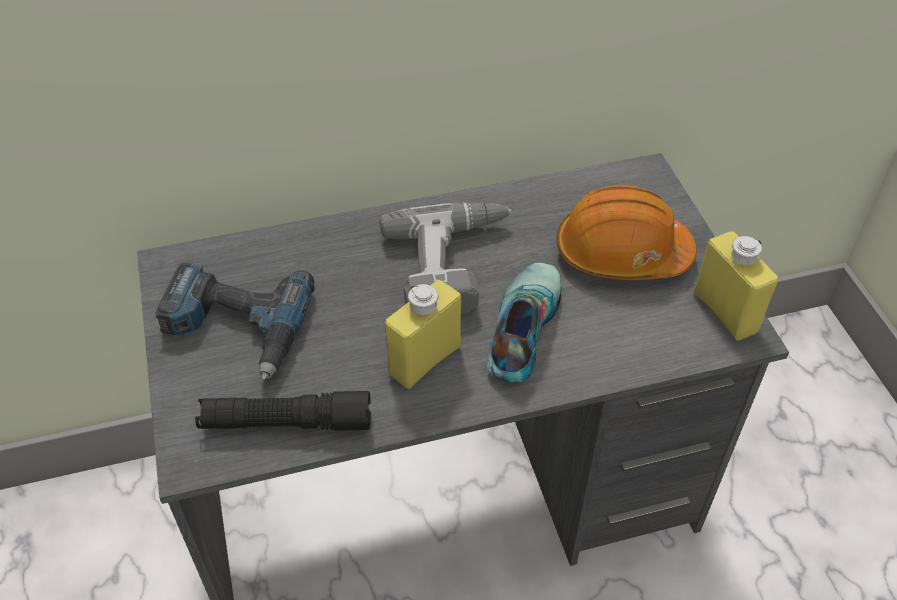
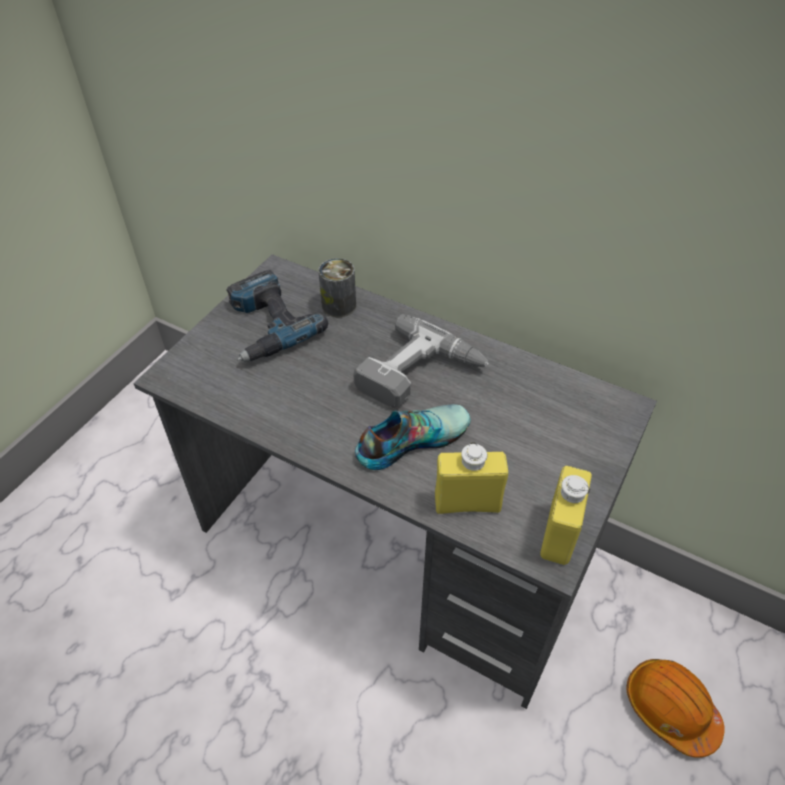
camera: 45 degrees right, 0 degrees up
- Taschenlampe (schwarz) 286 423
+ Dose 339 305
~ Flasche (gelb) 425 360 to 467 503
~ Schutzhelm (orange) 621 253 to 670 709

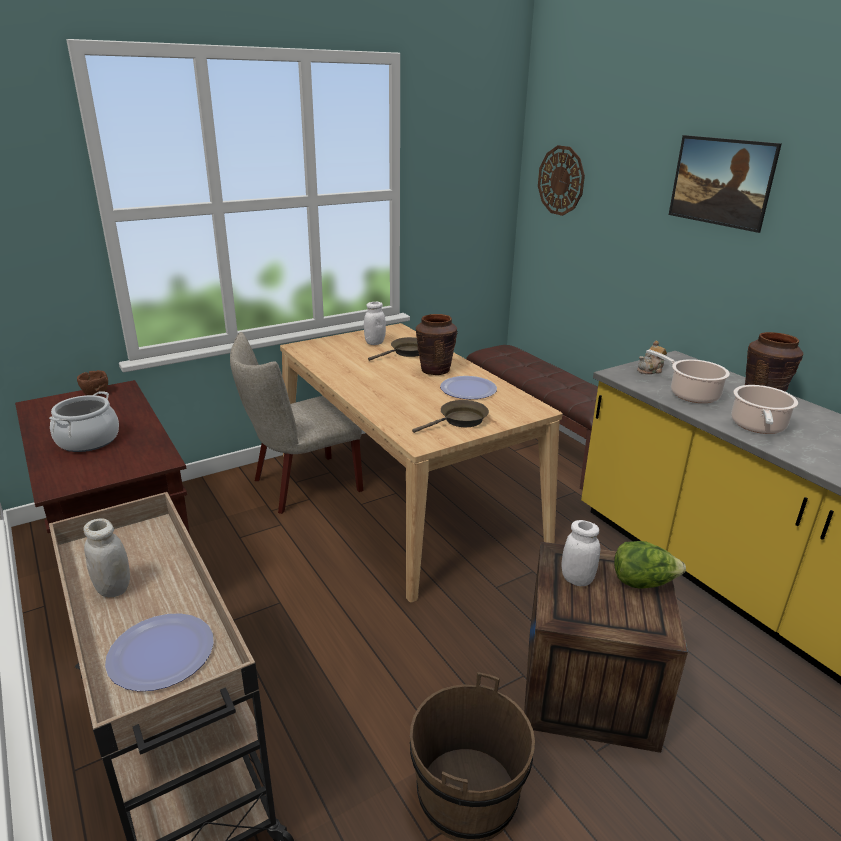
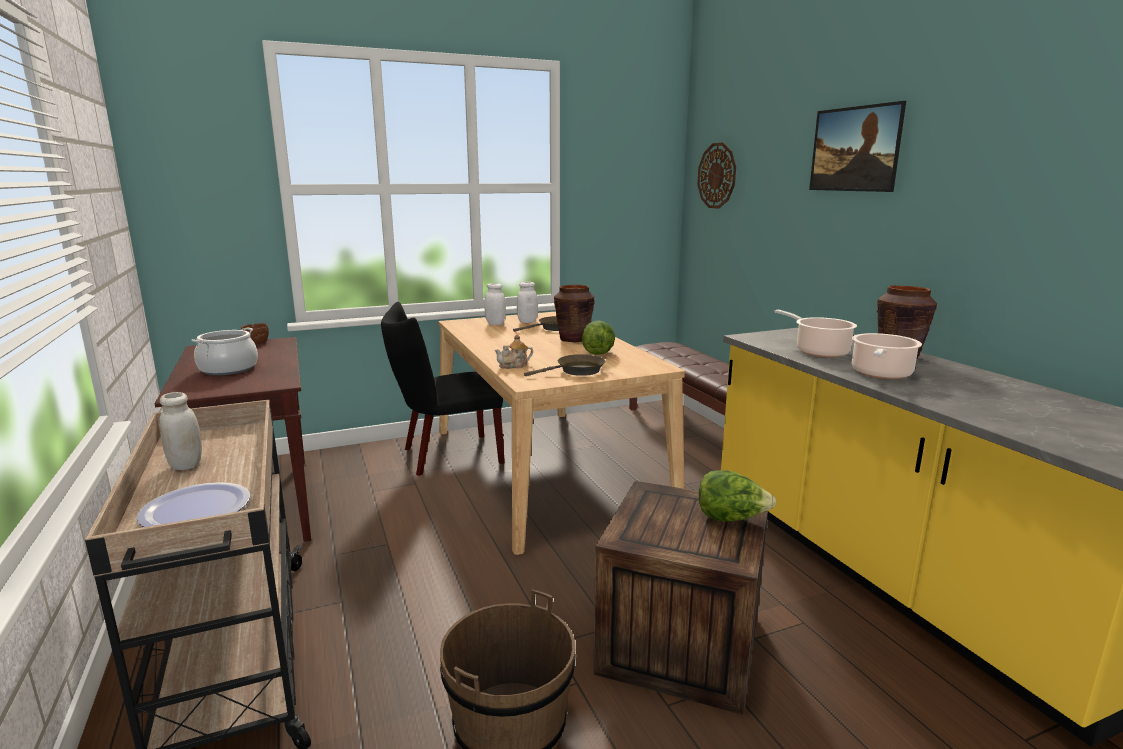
camera: 10 degrees right, 10 degrees down
~ Vorratsglas (weiß) 577 579 to 495 324
~ Teekanne 651 370 to 514 366
~ Teller 468 389 to Salatkopf 598 352
~ Stuhl (beige) 300 486 to Stuhl (schwarz) 446 456

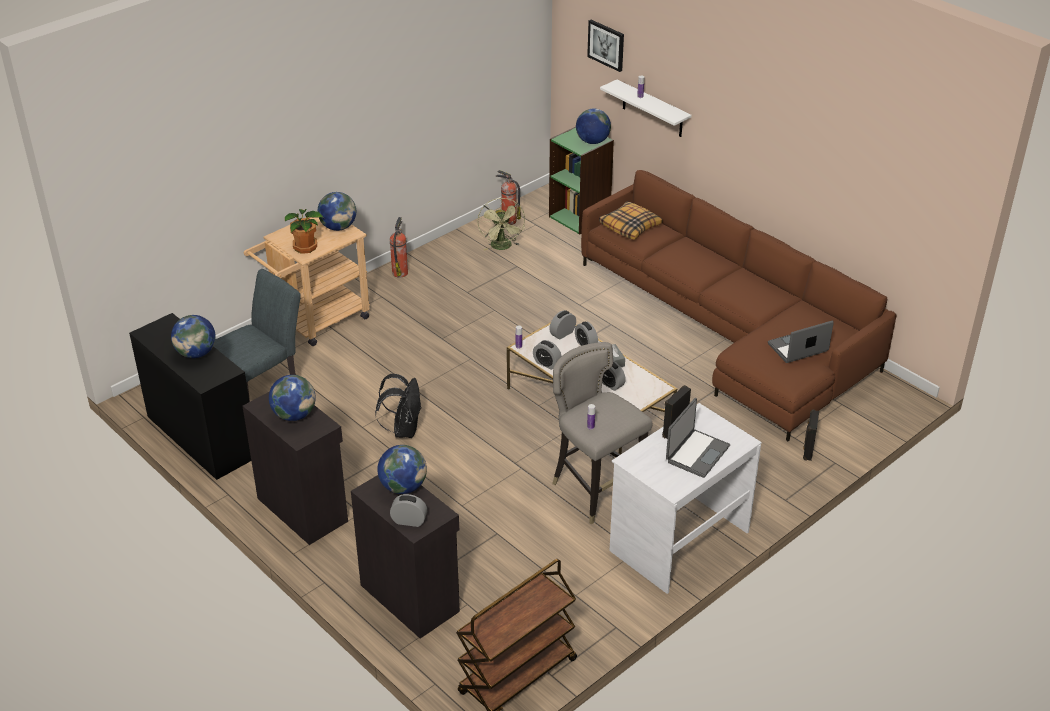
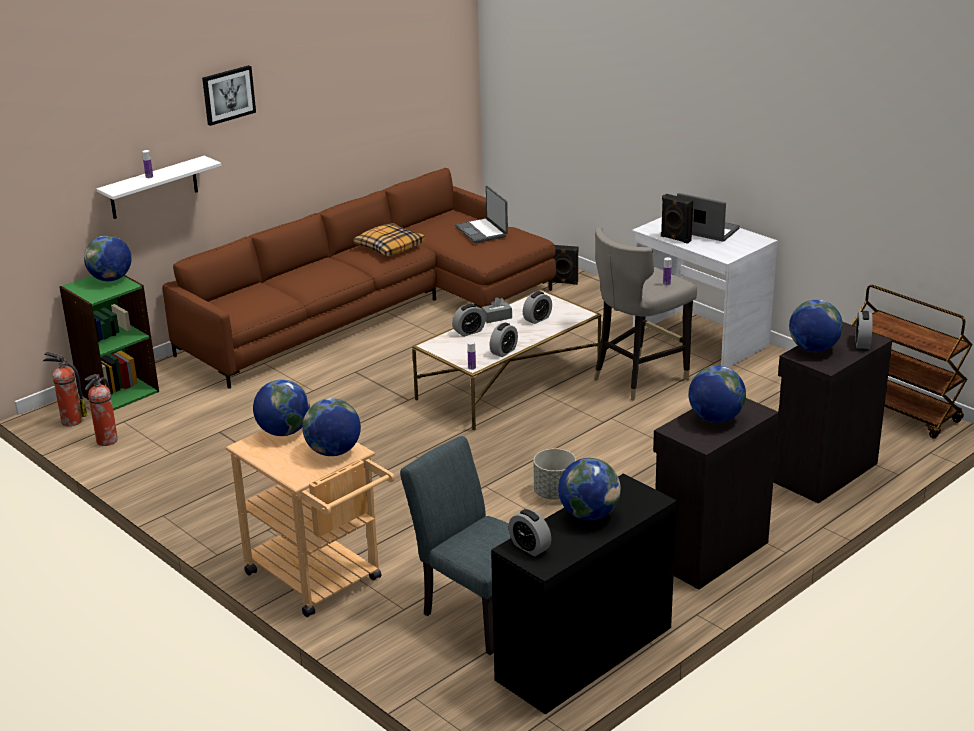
camera: 90 degrees left, 10 degrees down
- Ventilator (grün) 502 247
~ Feuerlöscher 400 272 to 70 421
~ Wecker 562 333 to 530 547
~ Bild 606 45 to 228 94
~ Kissen 630 226 to 389 247
~ Topfpflanze 306 247 to Globus 333 452
~ Rucksack (schwarz) 403 429 to Pflanzkübel (grau) 554 493

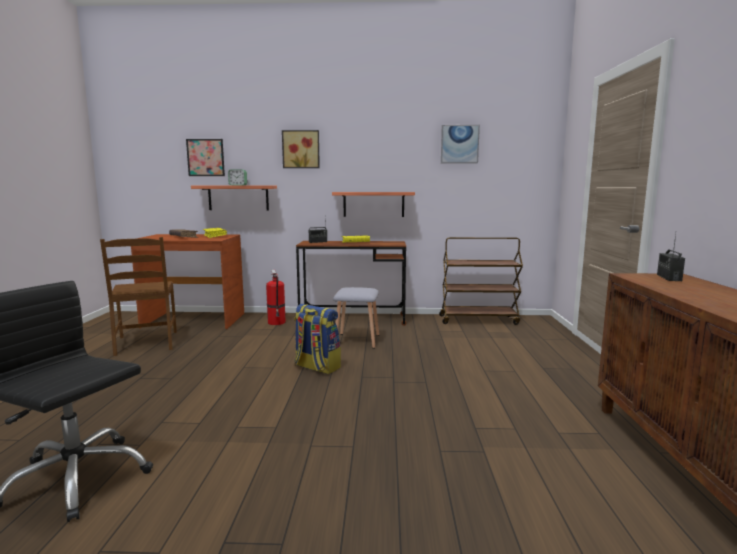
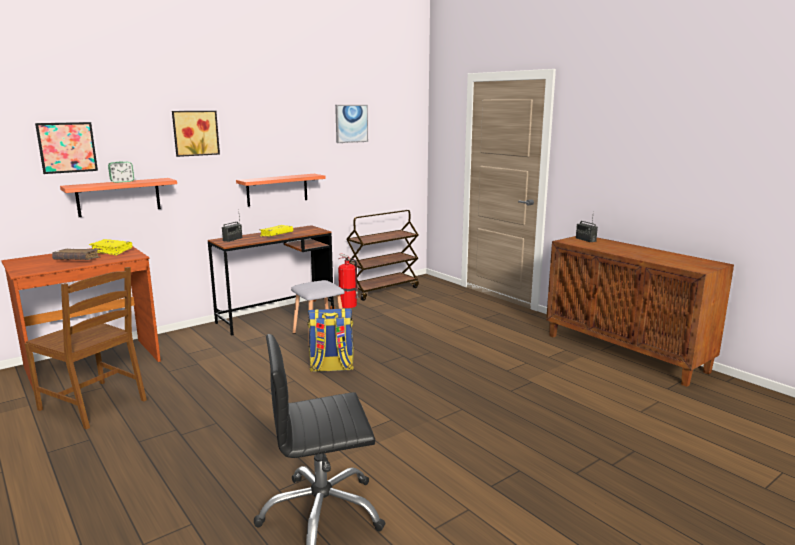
camera: 40 degrees left, 5 degrees up
~ Feuerlöscher 277 322 to 349 305

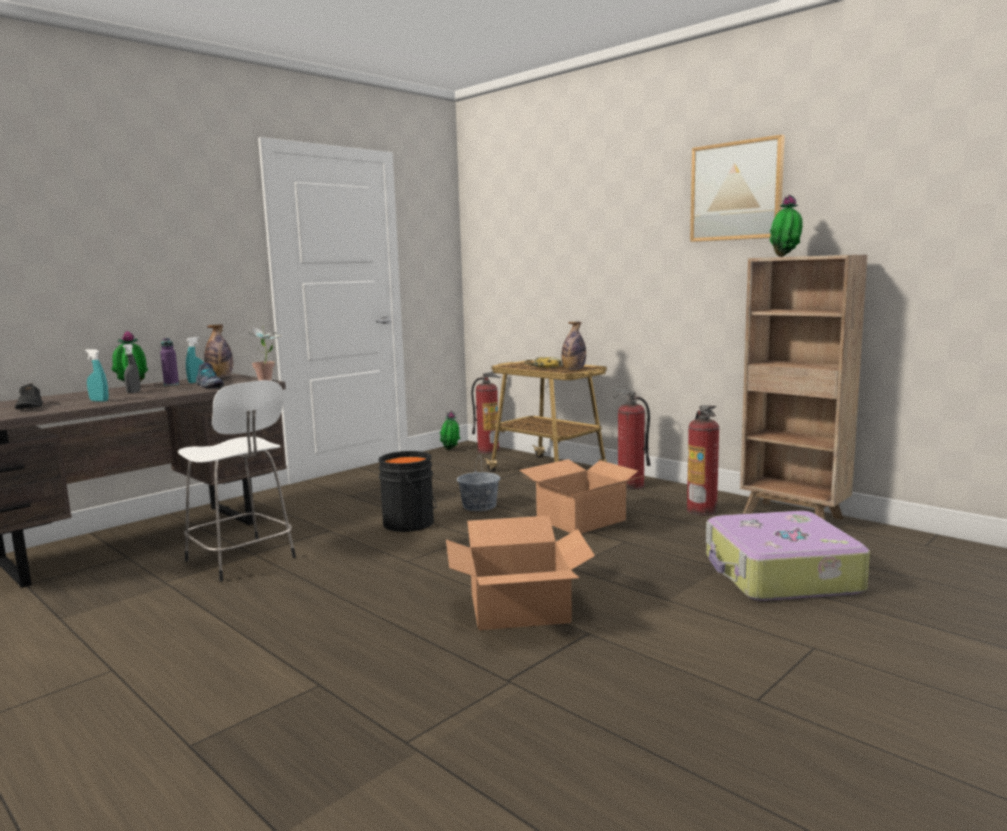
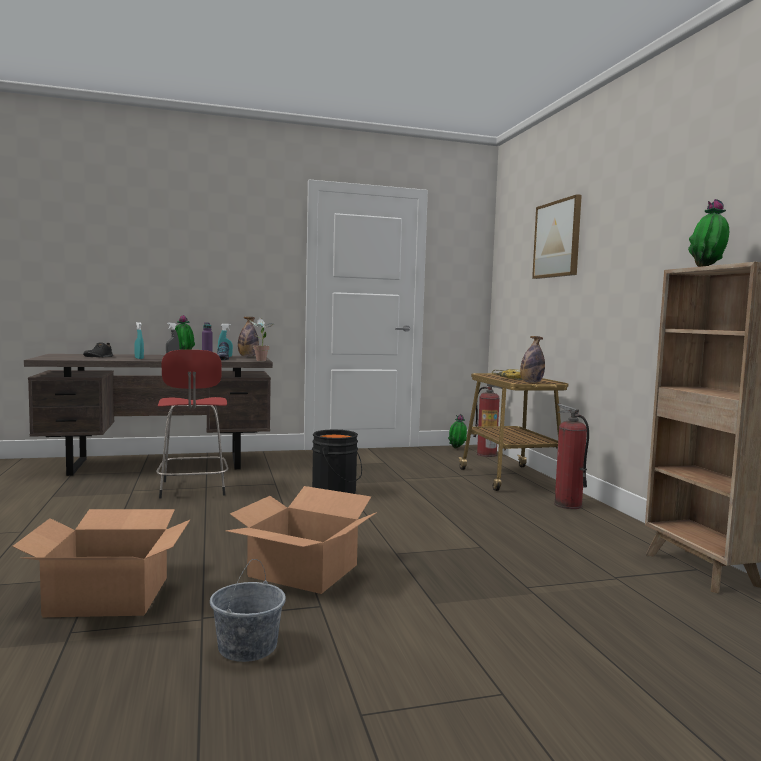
camera: 30 degrees right, 5 degrees down
- Feuerlöscher 702 511
- Koffer 780 575
~ Eimer (grau) 479 506 to 248 646
~ Karton 580 519 to 108 596
~ Bild 736 191 to 557 239
~ Hocker (weiß) 242 560 to Hocker (rot) 193 489

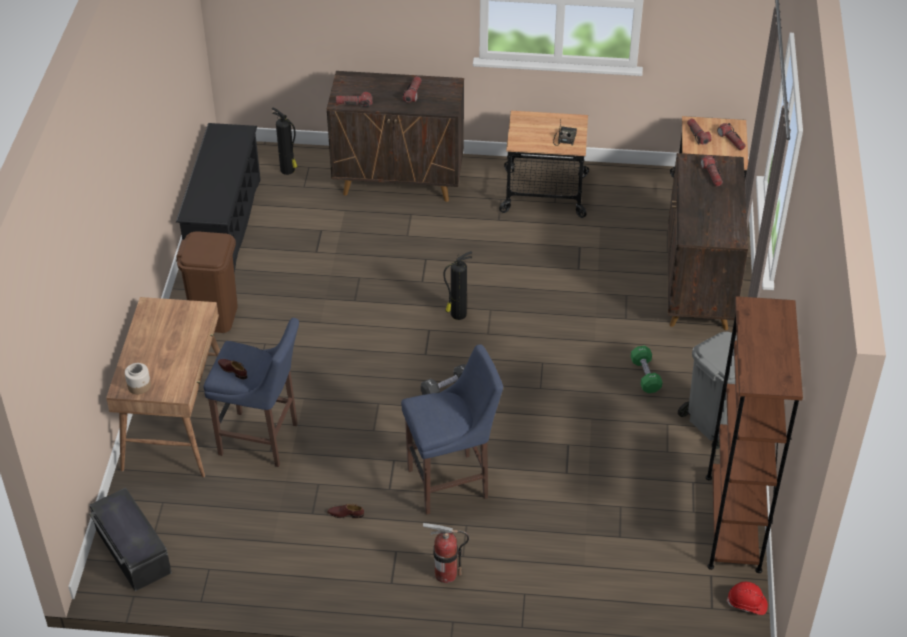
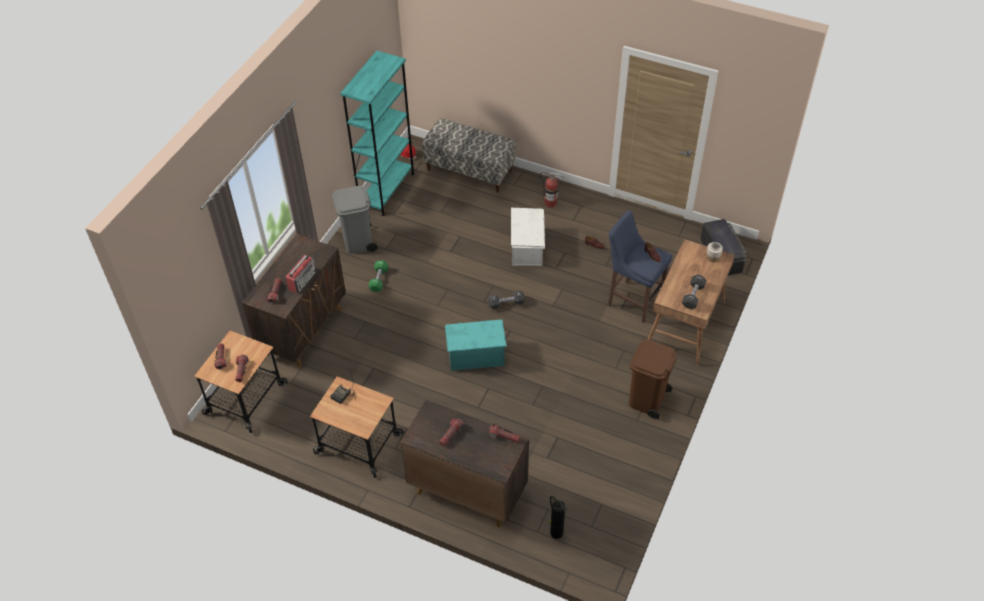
camera: 160 degrees left, 5 degrees up
- Schuhregal (schwarz) 224 224
+ Radio 302 280
+ Bank 470 170
+ Hantel (schwarz) 693 296
~ Hocker (blau) 452 483 to Aufbewahrungsbox (weiß) 527 247
~ Feuerlöscher 457 315 to Aufbewahrungsbox (türkis) 475 354
~ Bücherregal (braun) 733 523 to Bücherregal (türkis) 386 190

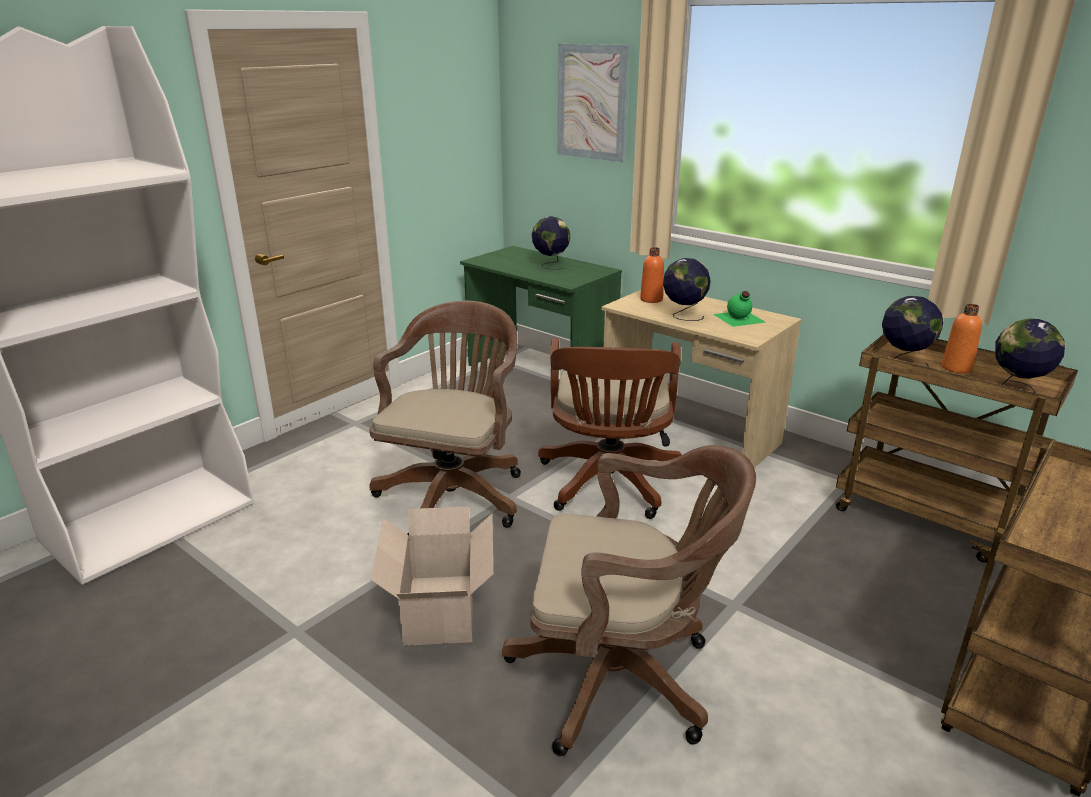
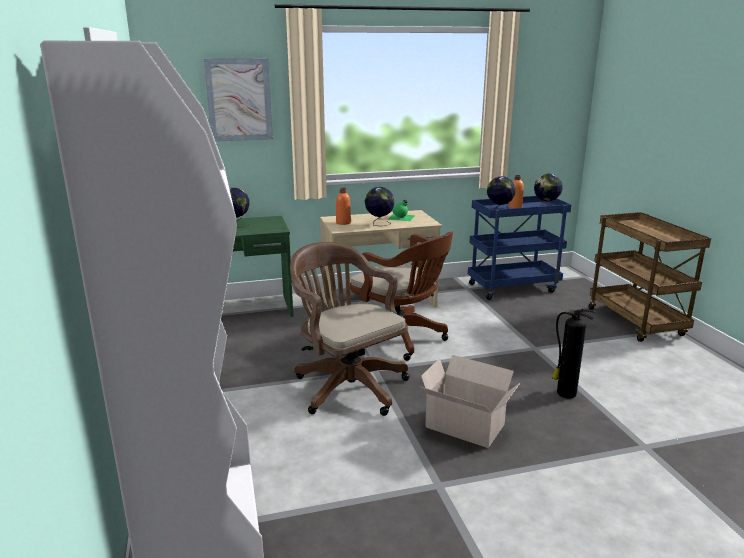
camera: 55 degrees left, 5 degrees down
~ Bürostuhl (braun) 623 678 to Feuerlöscher 565 393
~ Rollwagen (braun) 927 518 to Rollwagen (blau) 513 287

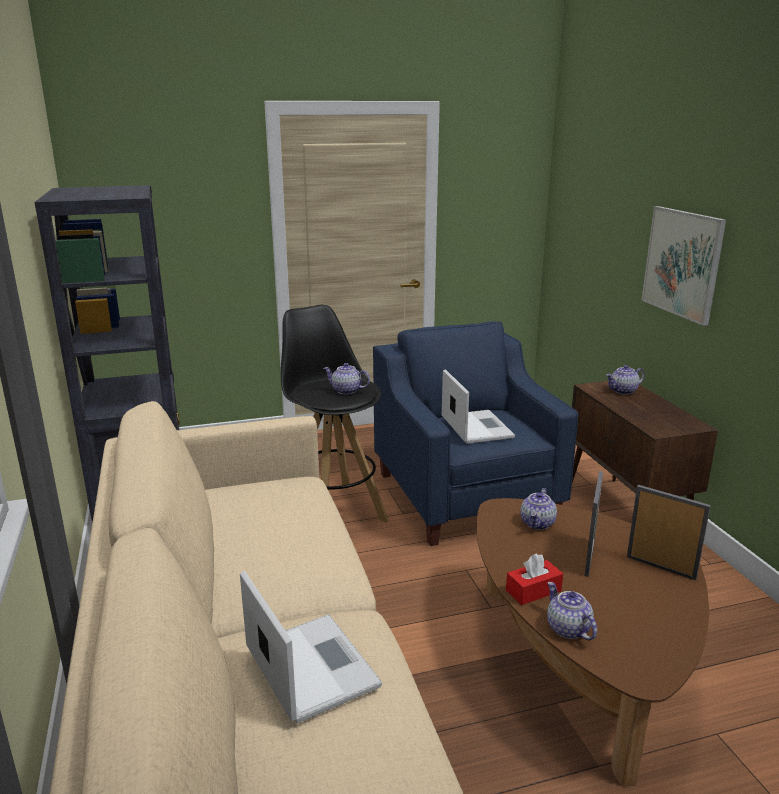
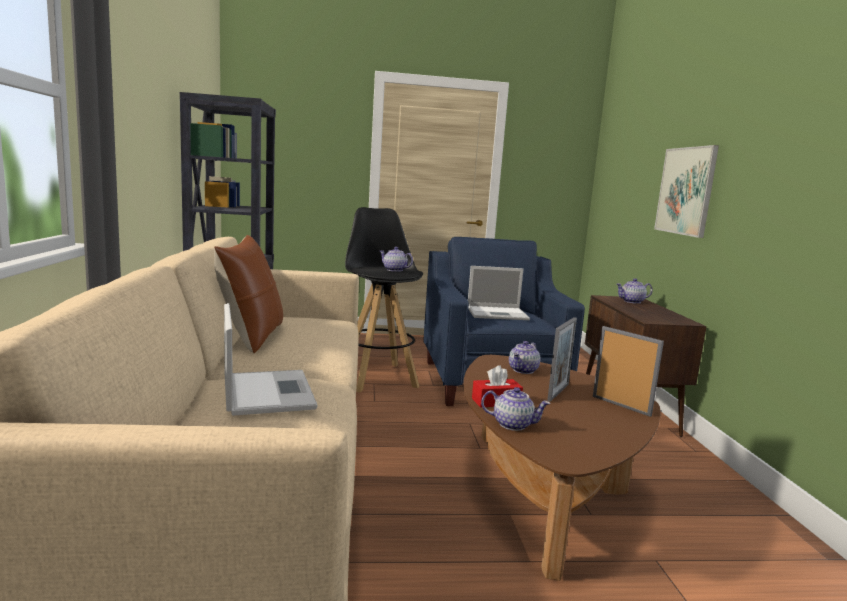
camera: 10 degrees right, 10 degrees down
+ Kissen (braun) 251 337
~ Laptop 475 427 = 498 313 90 degrees clockwise
~ Teekanne 567 628 = 513 424 120 degrees clockwise

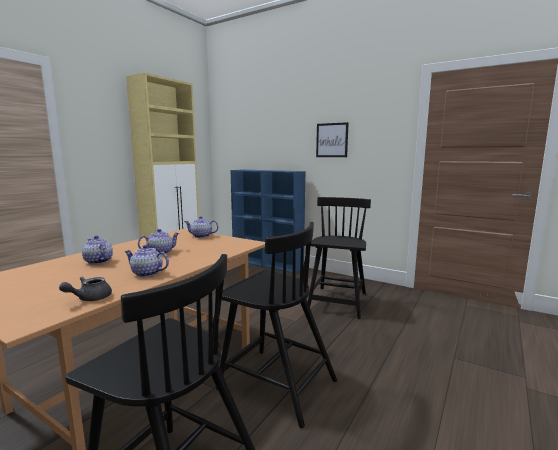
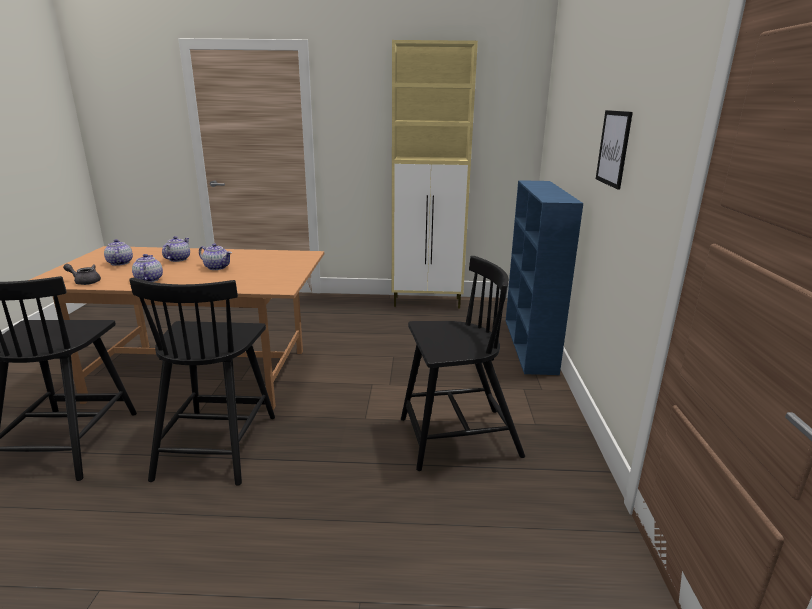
camera: 60 degrees right, 10 degrees up
~ Teekanne 201 236 to 119 263

